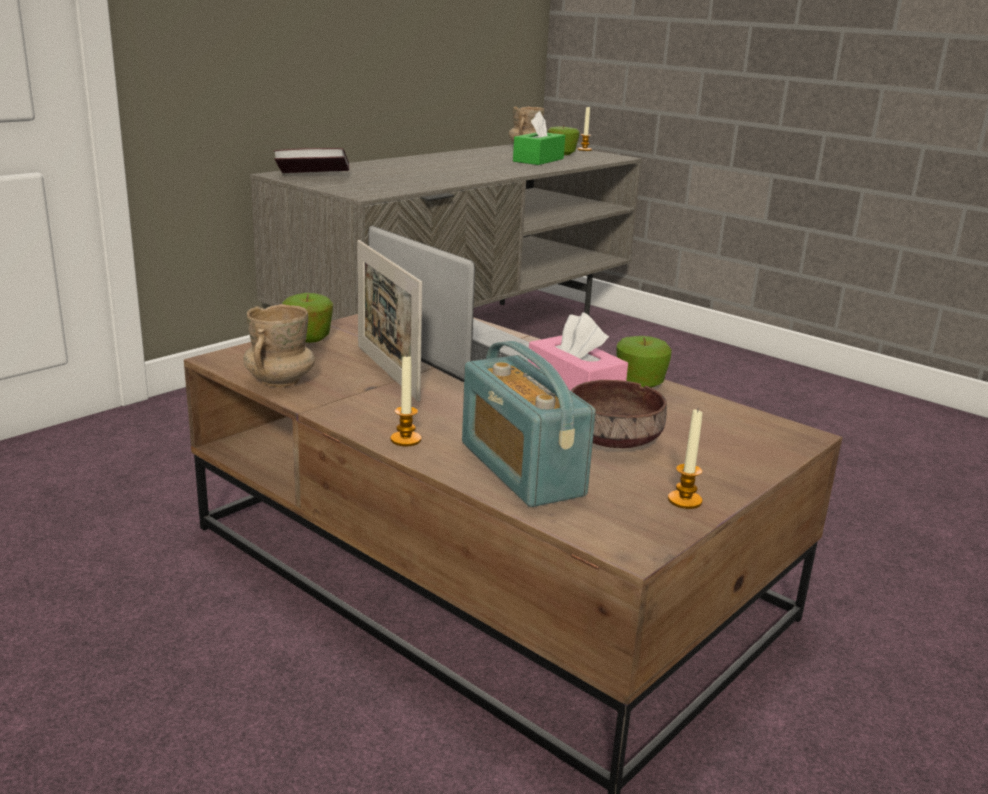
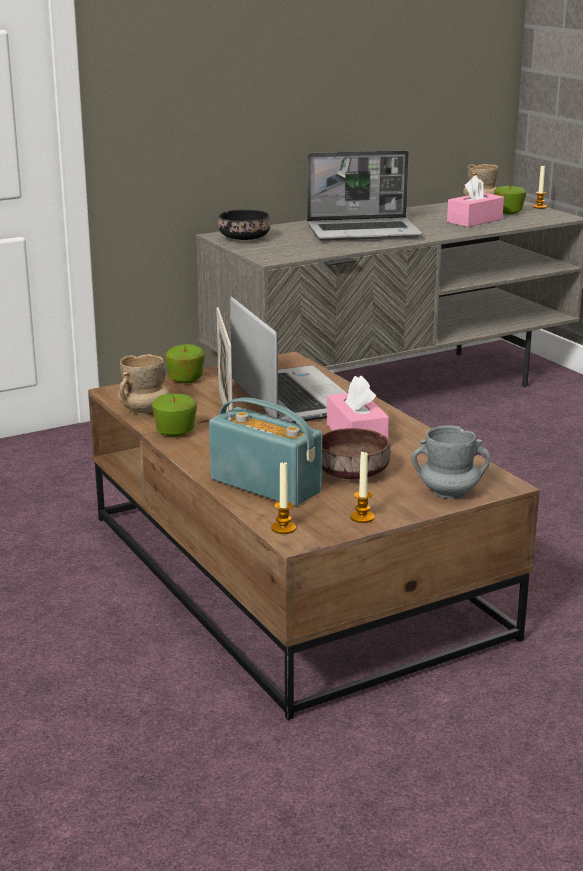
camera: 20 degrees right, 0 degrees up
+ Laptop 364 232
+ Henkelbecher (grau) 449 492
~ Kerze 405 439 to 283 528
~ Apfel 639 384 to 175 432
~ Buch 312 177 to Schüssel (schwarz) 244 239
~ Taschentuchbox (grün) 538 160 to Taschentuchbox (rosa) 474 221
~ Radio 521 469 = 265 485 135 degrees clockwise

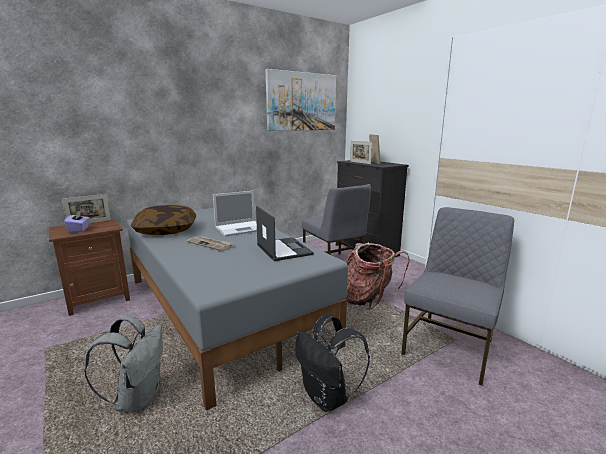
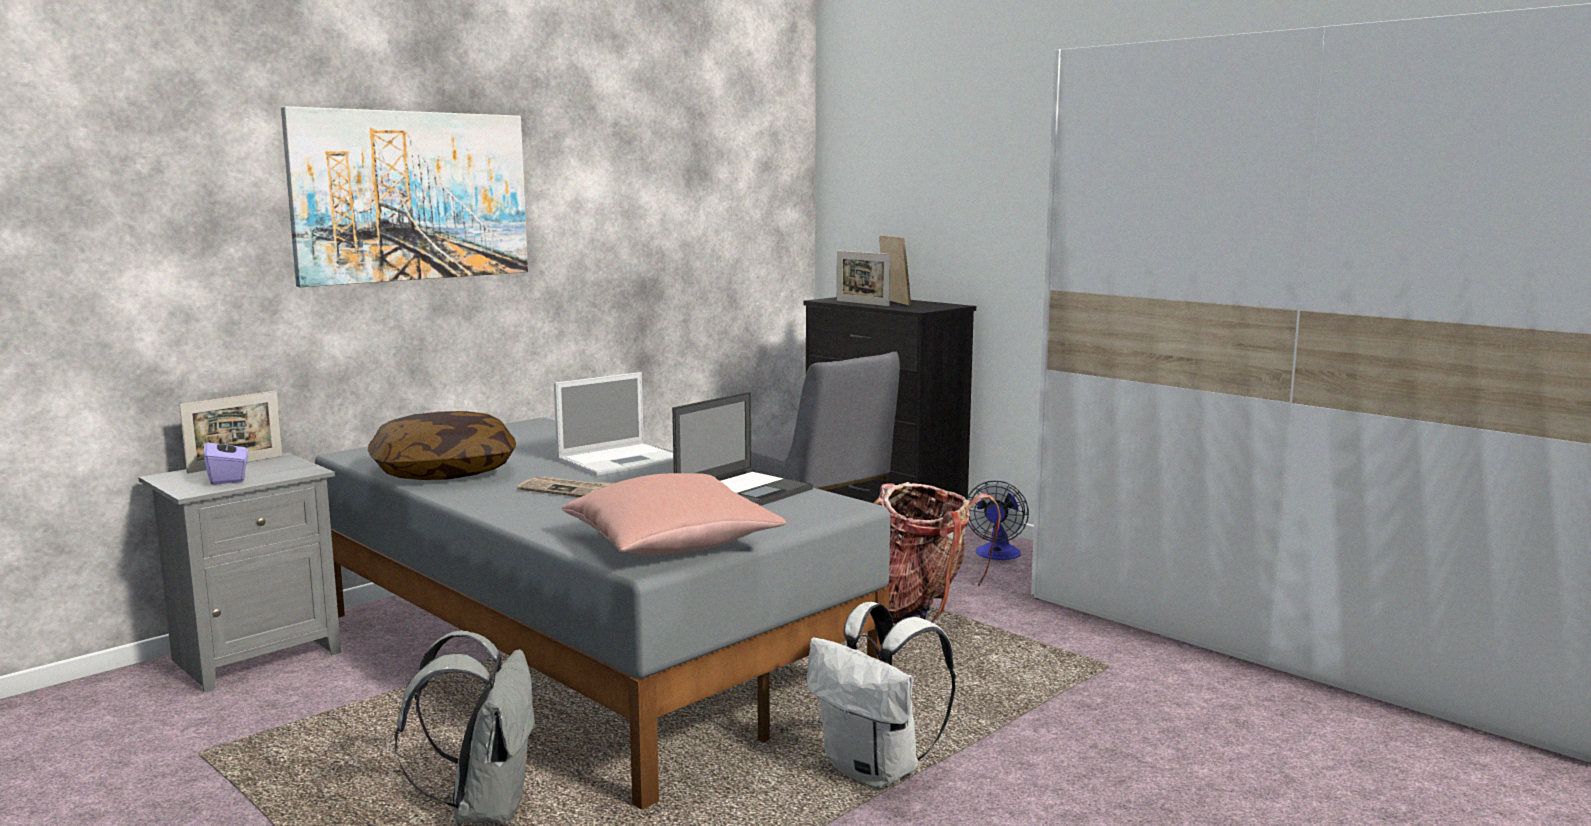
camera: 10 degrees left, 5 degrees down
- Stuhl (grau) 450 347
+ Kissen (rosa) 672 543
+ Ventilator 997 555
~ Bild 302 102 to 412 196
~ Nachttisch (braun) 98 299 to Nachttisch (grau) 254 656
~ Rucksack (schwarz) 327 397 to Rucksack (weiß) 876 771
~ Laptop 283 249 = 744 492 75 degrees clockwise

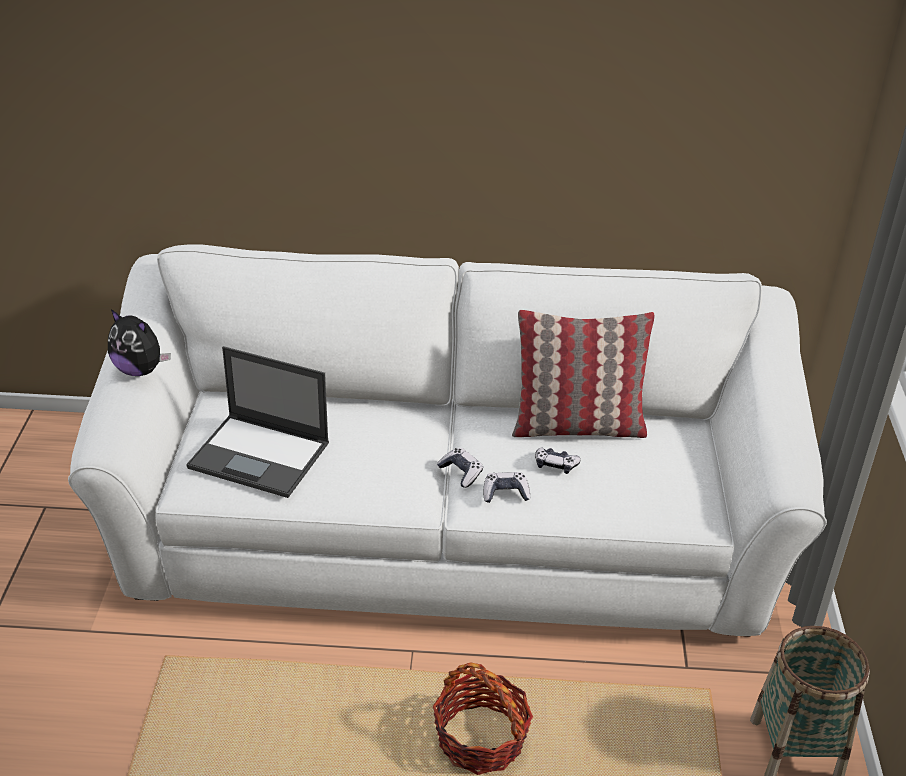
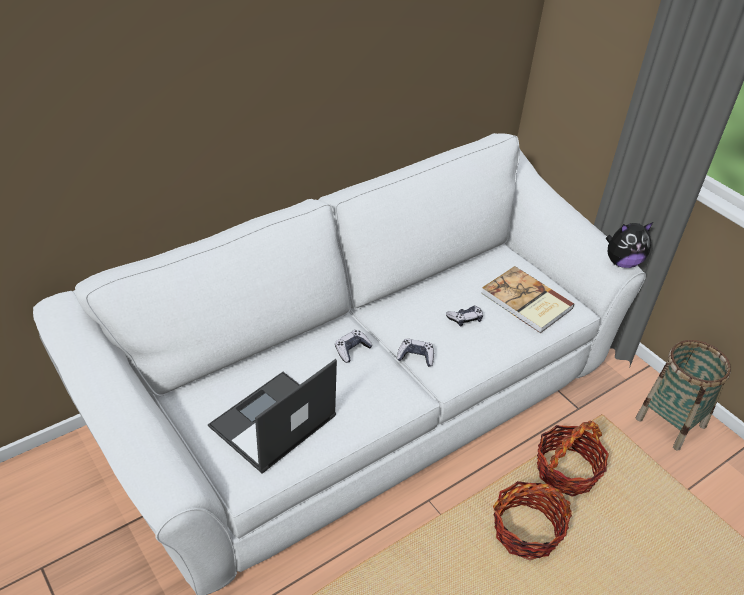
camera: 40 degrees left, 5 degrees up
- Kissen 577 426
+ Buch 526 302
+ Korb 566 472
~ Plüschtier 140 370 to 622 262
~ Gamepad 505 493 to 352 350
~ Laptop 261 456 = 272 422 150 degrees clockwise

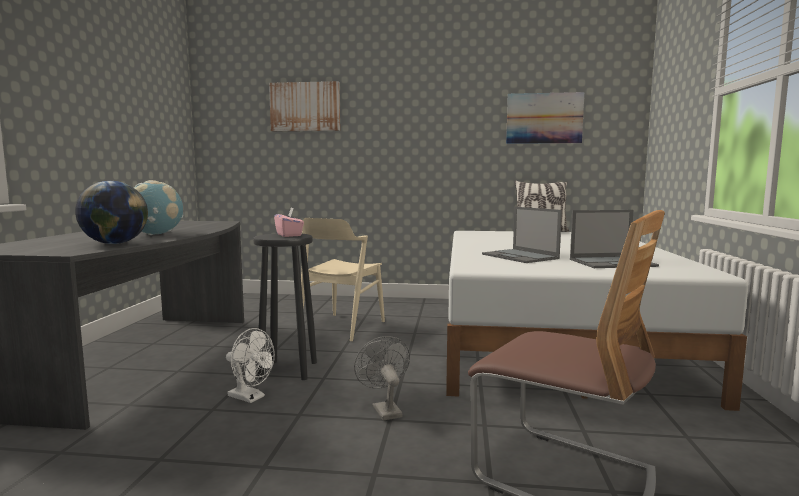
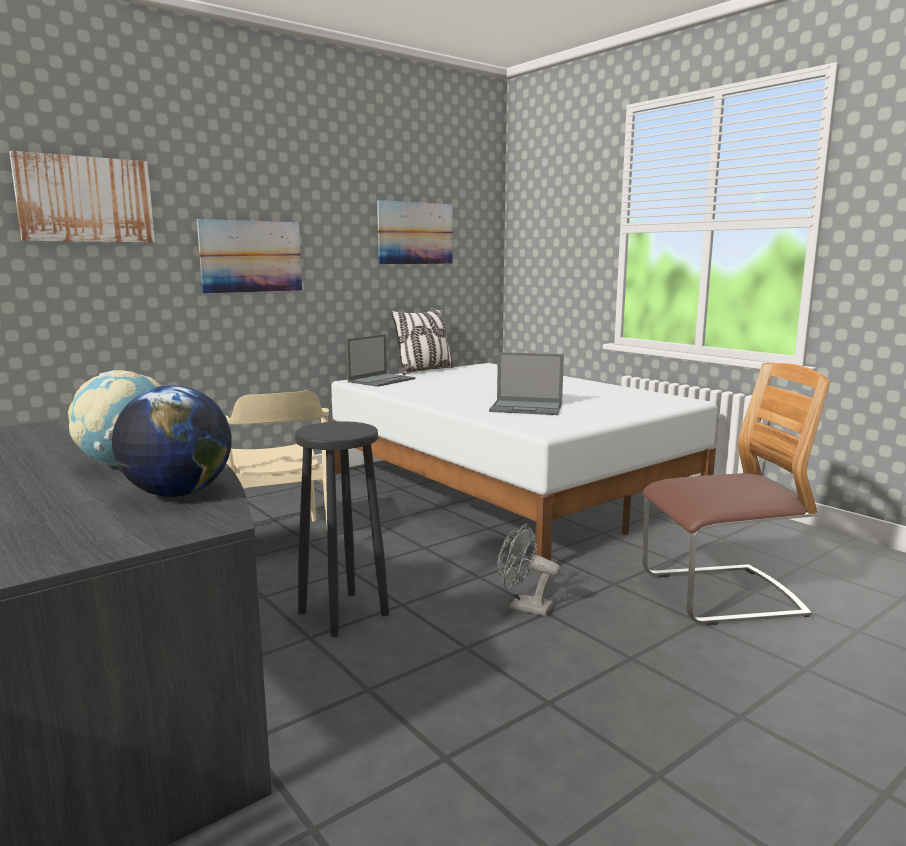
camera: 45 degrees left, 5 degrees up
- Ventilator (weiß) 250 397
- Taschentuchbox (rosa) 289 235
+ Bild 251 256
~ Laptop 613 263 to 382 380

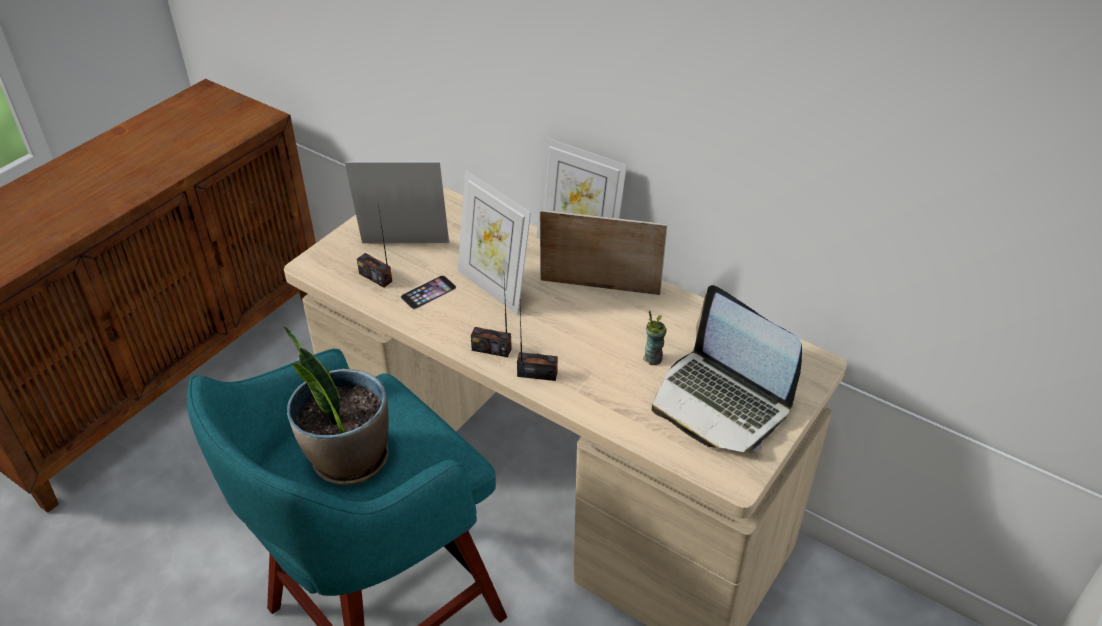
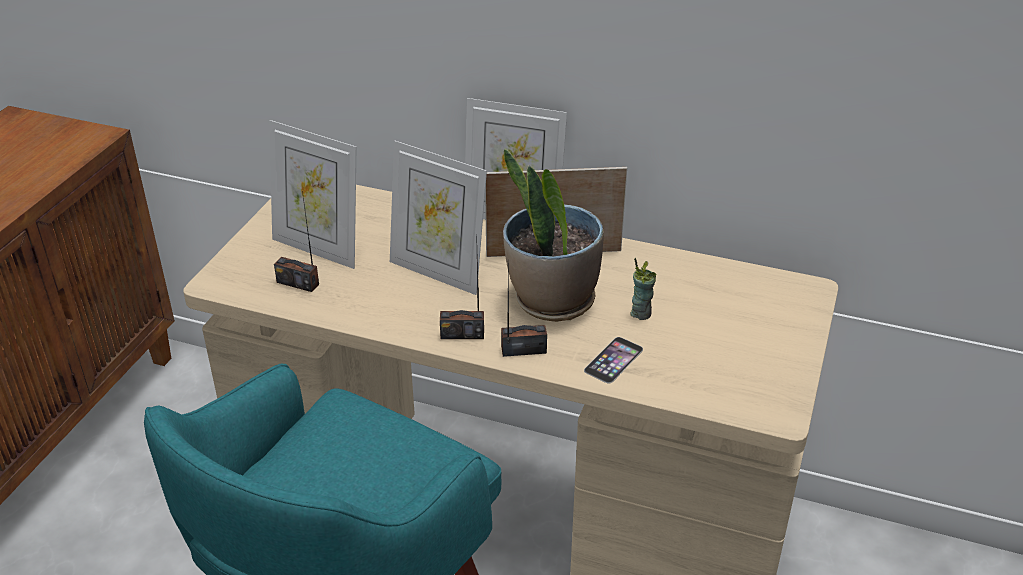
camera: 15 degrees left, 5 degrees down
- Laptop 721 402
~ Topfpflanze 348 459 to 552 301
~ Handy 428 292 to 613 360
~ Bilderrahmen 404 248 = 319 248 135 degrees counterclockwise

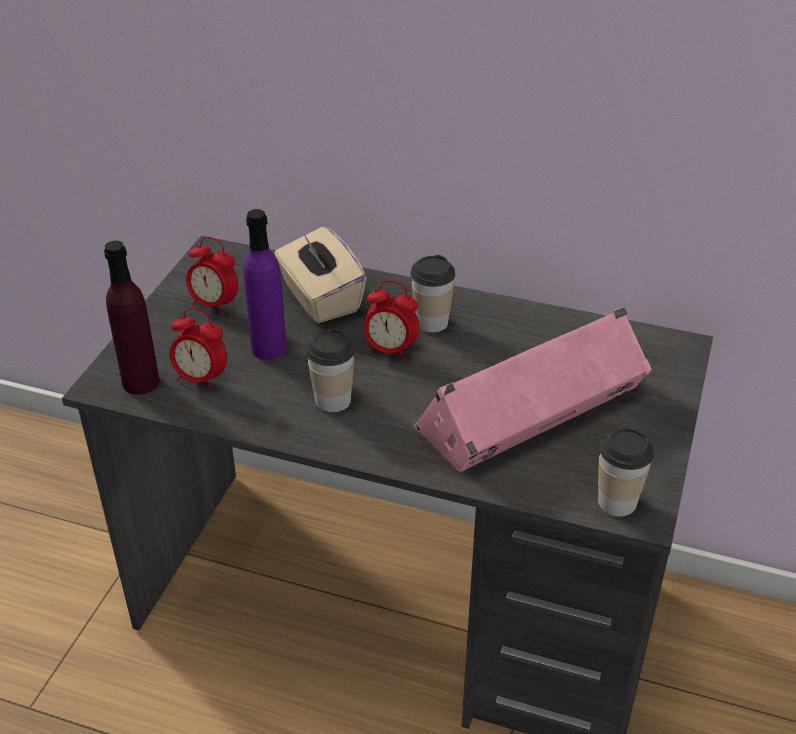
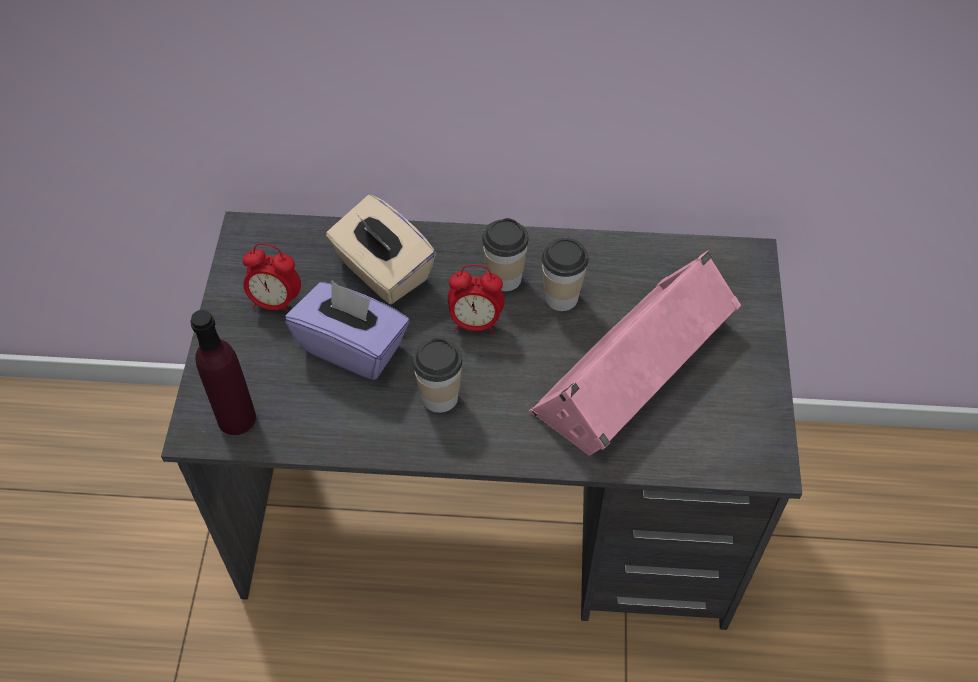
camera: 15 degrees left, 15 degrees up
- Wecker 201 379
~ Tasse 617 501 to 561 297
~ Flasche (lila) 269 348 to Taschentuchbox (lila) 353 346

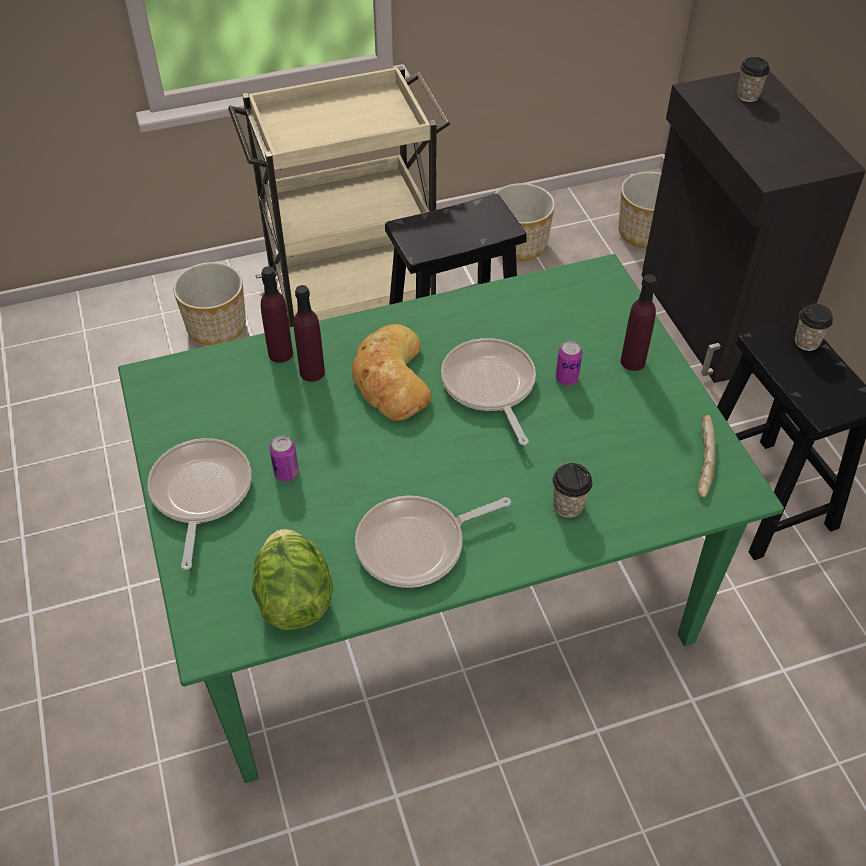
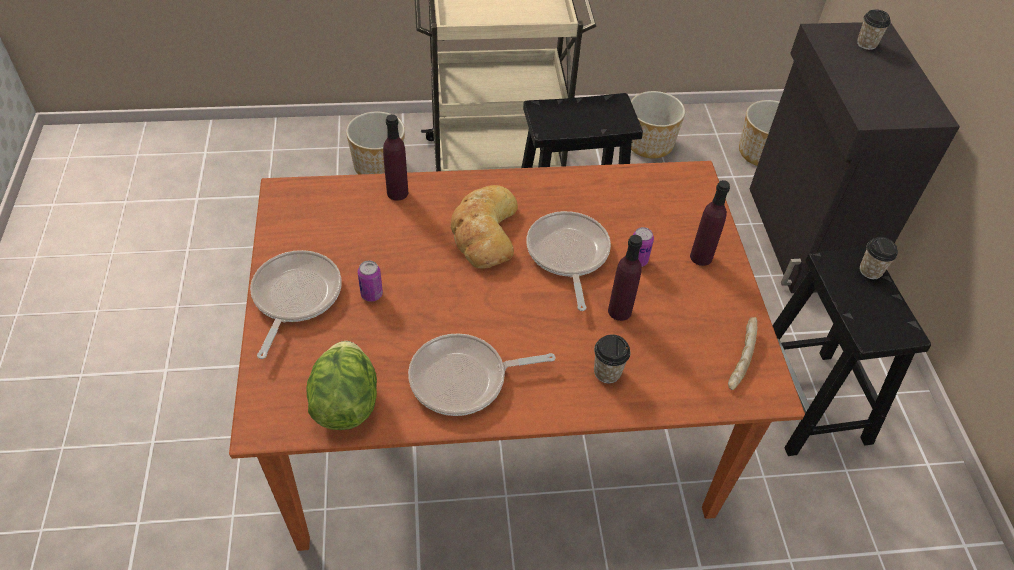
camera: 10 degrees right, 0 degrees up
~ Flasche (lila) 312 372 to 619 311
~ Esstisch (grün) 432 590 to Esstisch (braun) 497 421

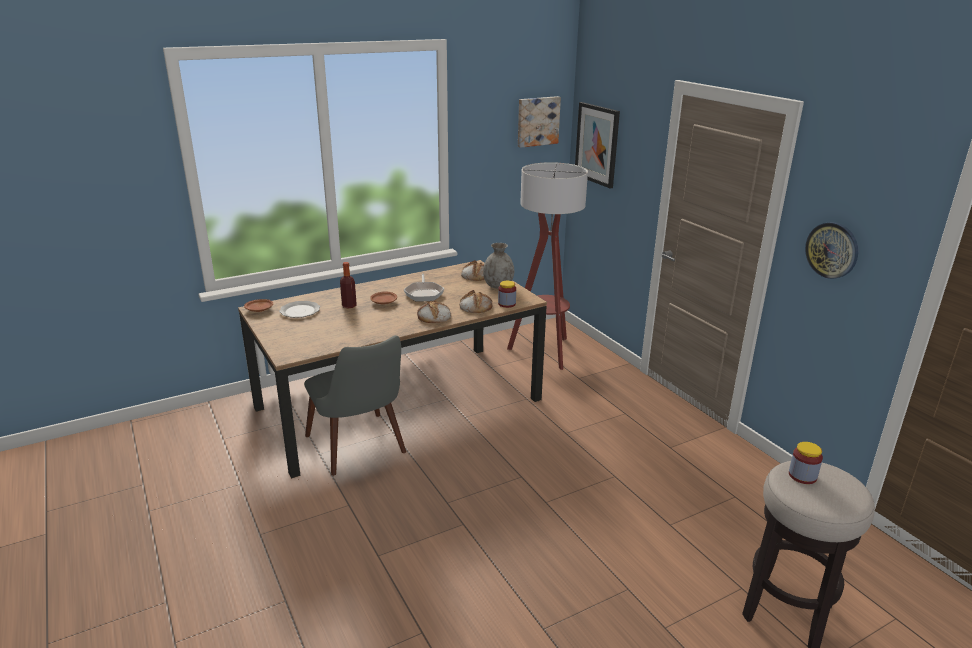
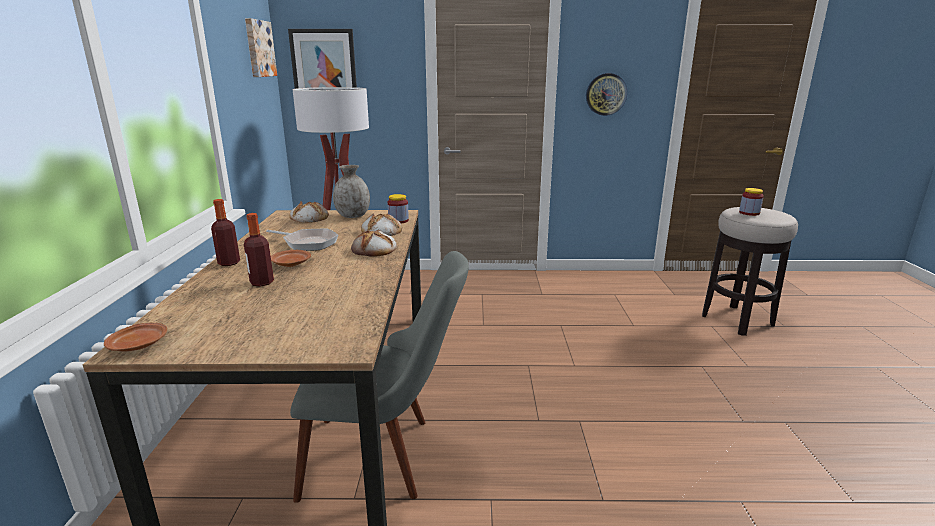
camera: 60 degrees left, 5 degrees down
- Teller 300 311
+ Flasche 229 263

